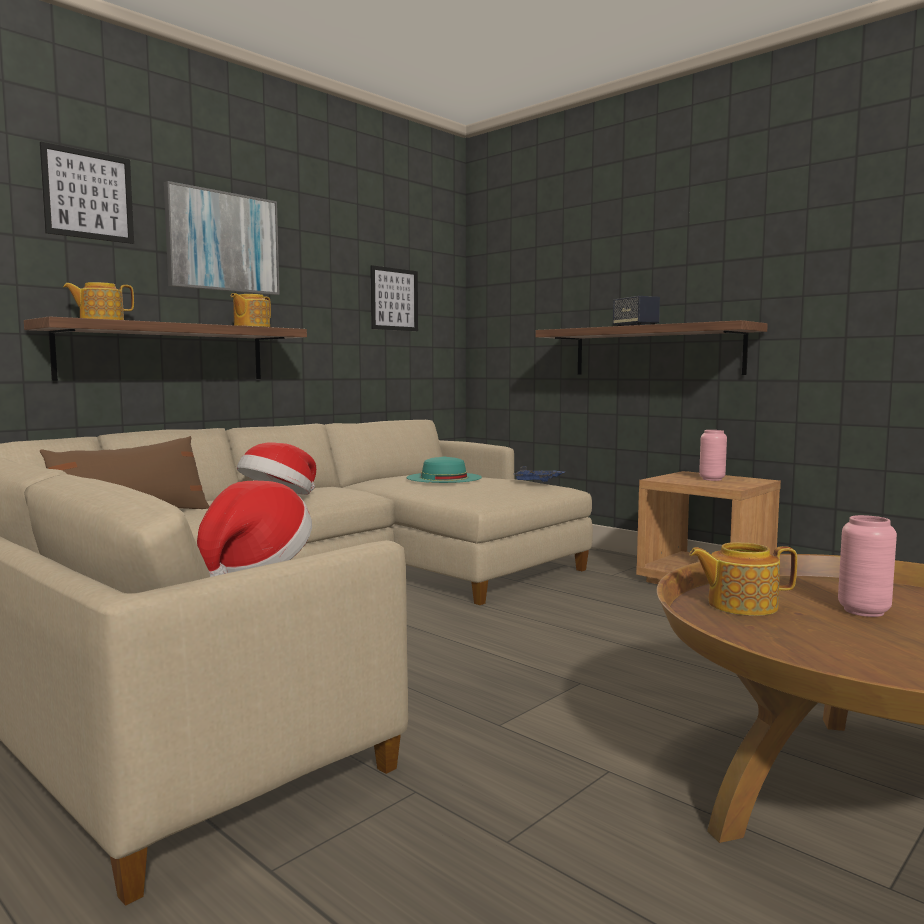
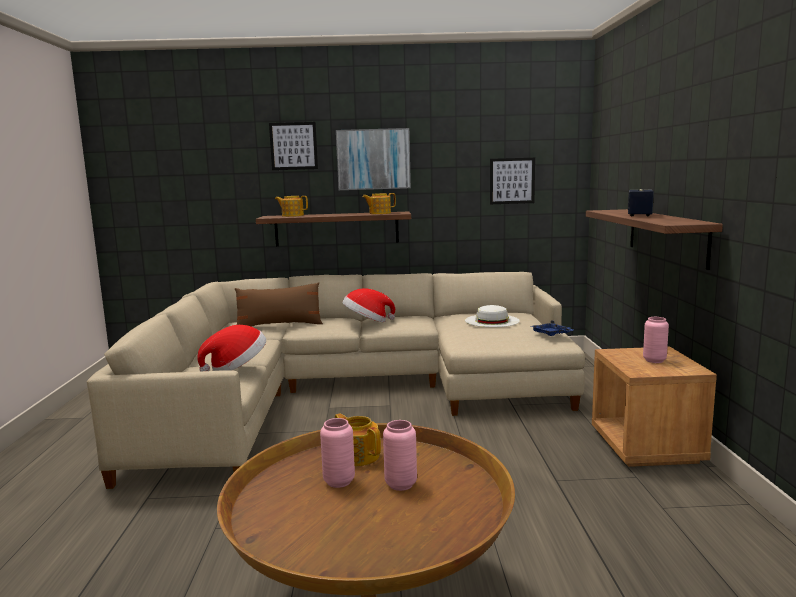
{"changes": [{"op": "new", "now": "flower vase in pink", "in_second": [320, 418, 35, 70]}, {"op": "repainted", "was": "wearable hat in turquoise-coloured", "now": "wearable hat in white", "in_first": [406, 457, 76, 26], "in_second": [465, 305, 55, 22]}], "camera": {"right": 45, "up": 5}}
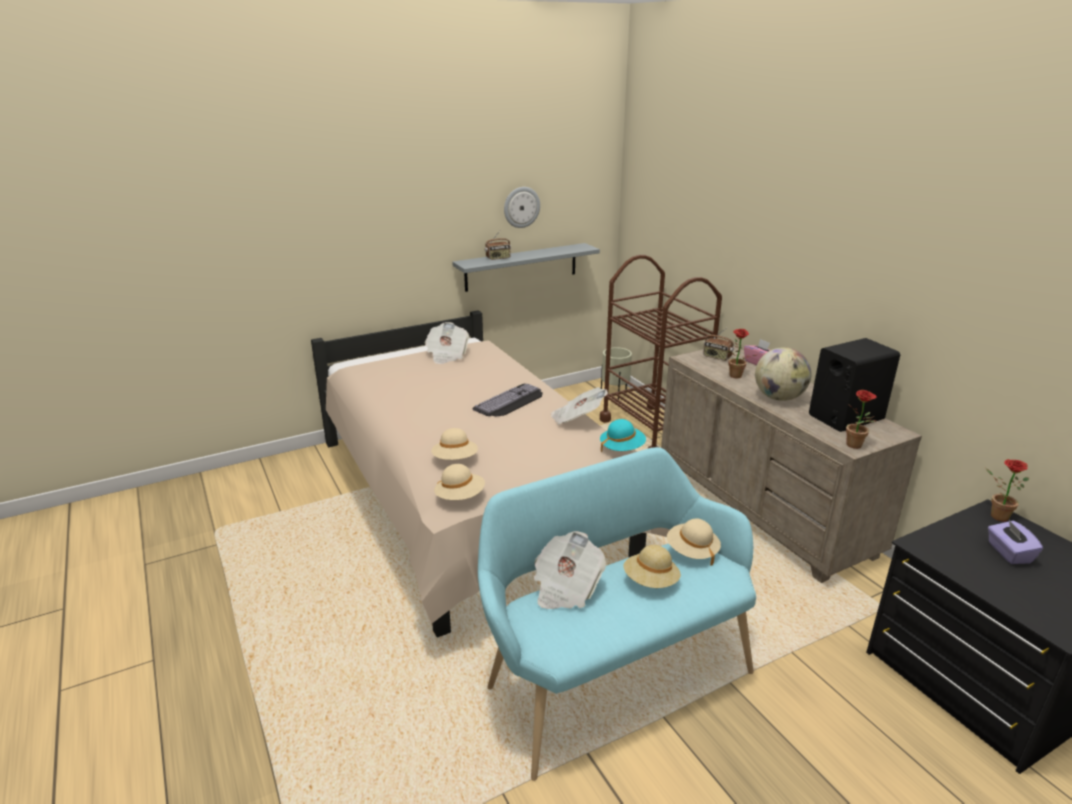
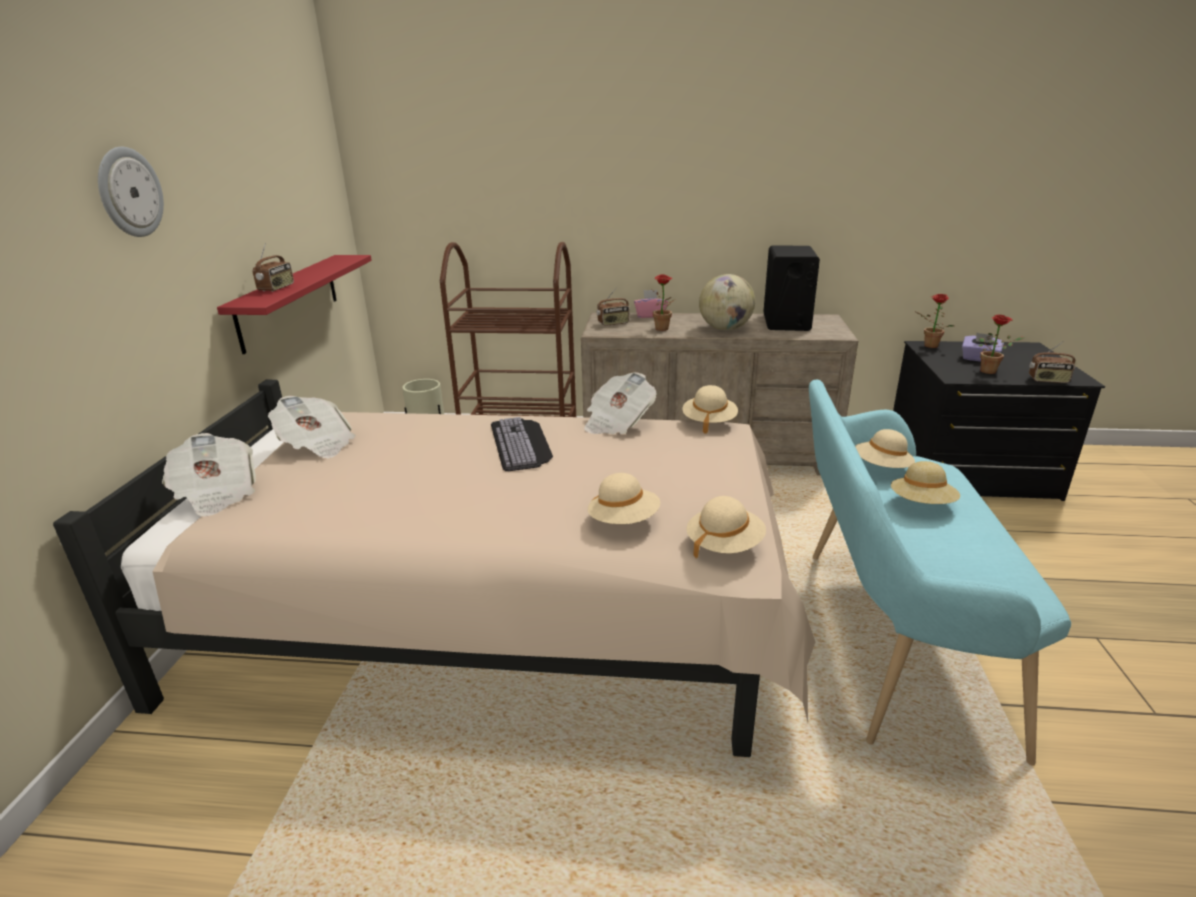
{"changes": [{"op": "new", "now": "radio receiver", "in_second": [1029, 341, 46, 42]}, {"op": "shifted", "was": "wall clock", "in_first": [504, 187, 36, 41], "in_second": [98, 147, 66, 90]}, {"op": "shifted", "was": "printed paper", "in_first": [534, 531, 72, 78], "in_second": [162, 433, 94, 84]}, {"op": "shifted", "was": "potted plant", "in_first": [846, 390, 31, 59], "in_second": [979, 315, 46, 59]}, {"op": "repainted", "was": "bracket shelf in grey", "now": "bracket shelf in red-coloured", "in_first": [452, 243, 148, 49], "in_second": [217, 255, 155, 99]}, {"op": "repainted", "was": "wearable hat in turquoise-coloured", "now": "wearable hat in beige", "in_first": [600, 419, 46, 34], "in_second": [682, 385, 56, 49]}], "camera": {"right": -55, "up": 0}}
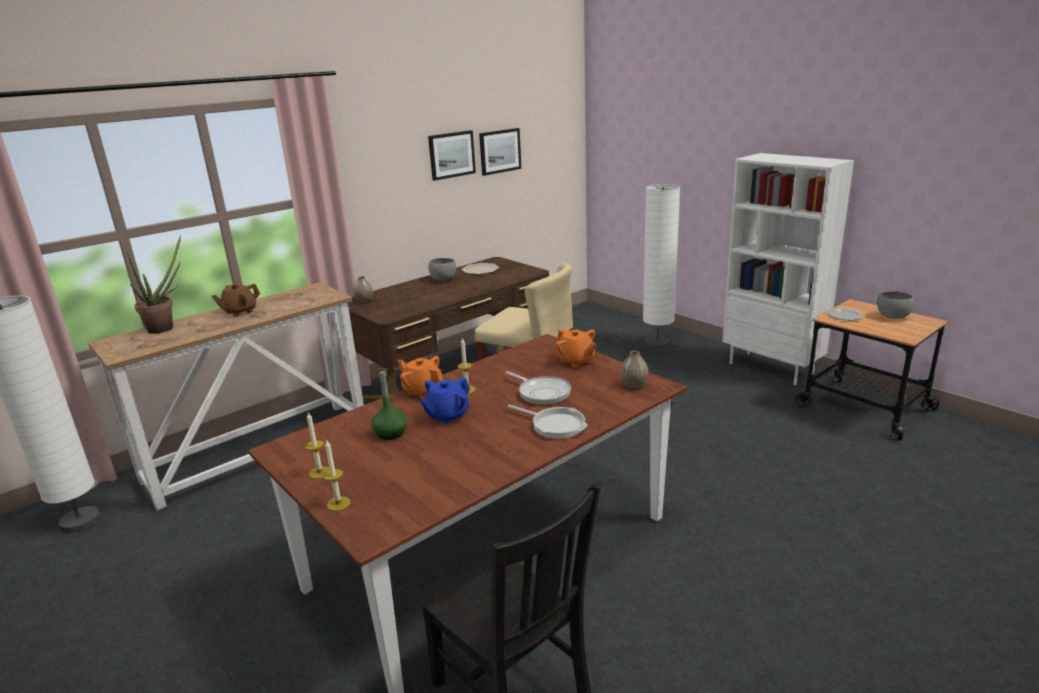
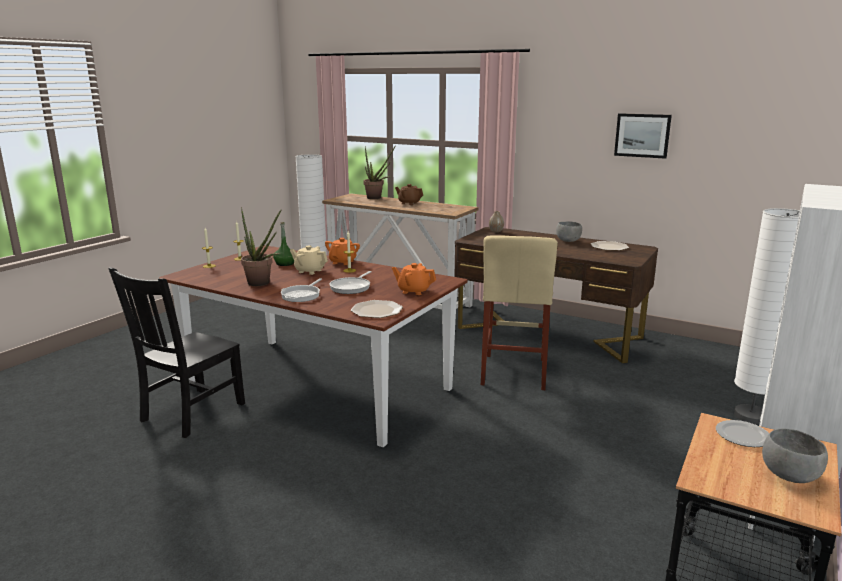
{"changes": [{"op": "gone", "was": "wall art", "in_first": [479, 128, 42, 48]}, {"op": "new", "now": "potted plant", "in_second": [241, 207, 41, 79]}, {"op": "swapped", "was": "flower vase", "now": "dinner plate", "in_first": [621, 351, 27, 37], "in_second": [351, 300, 52, 18]}, {"op": "repainted", "was": "teapot in blue-coloured", "now": "teapot in beige", "in_first": [420, 377, 50, 48], "in_second": [290, 246, 38, 29]}, {"op": "rotated", "was": "teapot in orange-coloured", "in_first": [556, 329, 40, 39], "in_second": [392, 263, 44, 32], "clockwise": 75}], "camera": {"right": 70, "up": -5}}
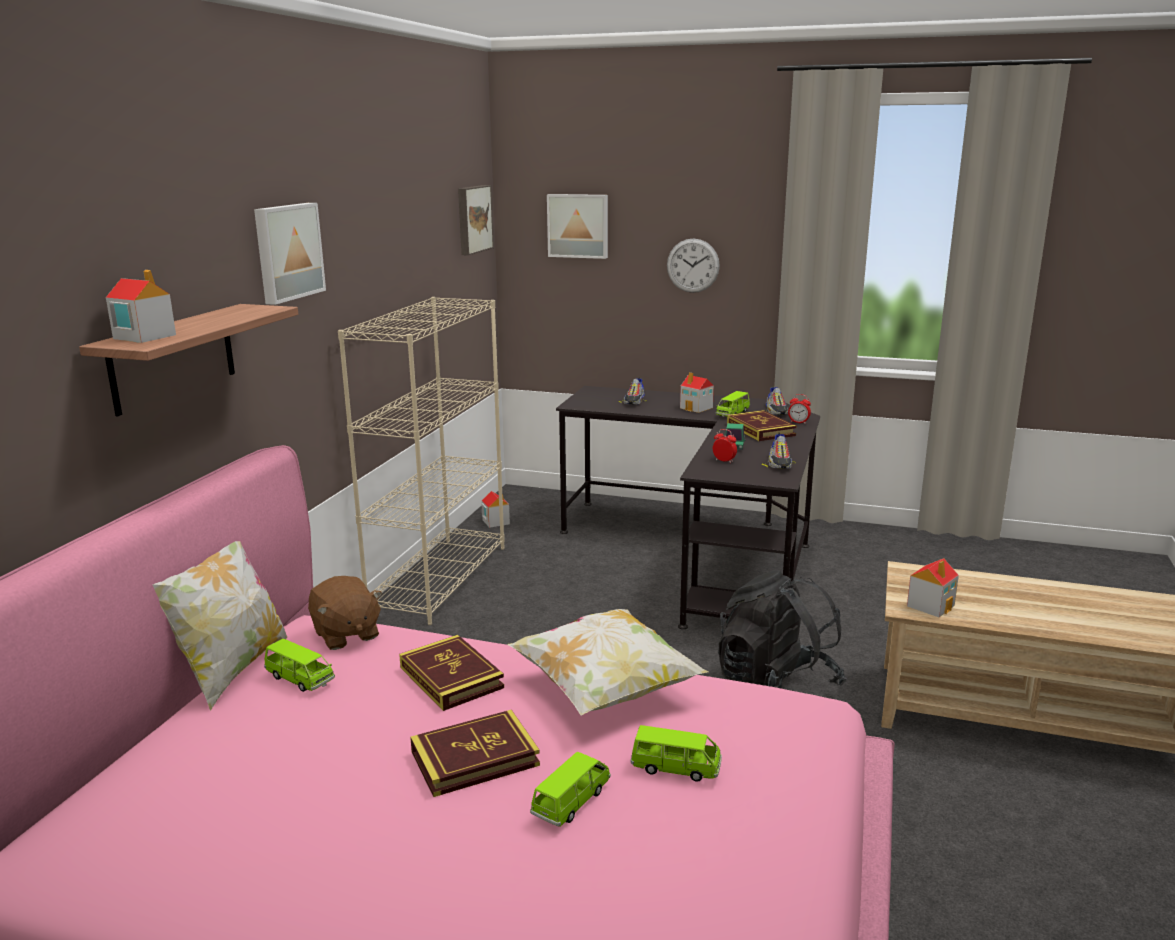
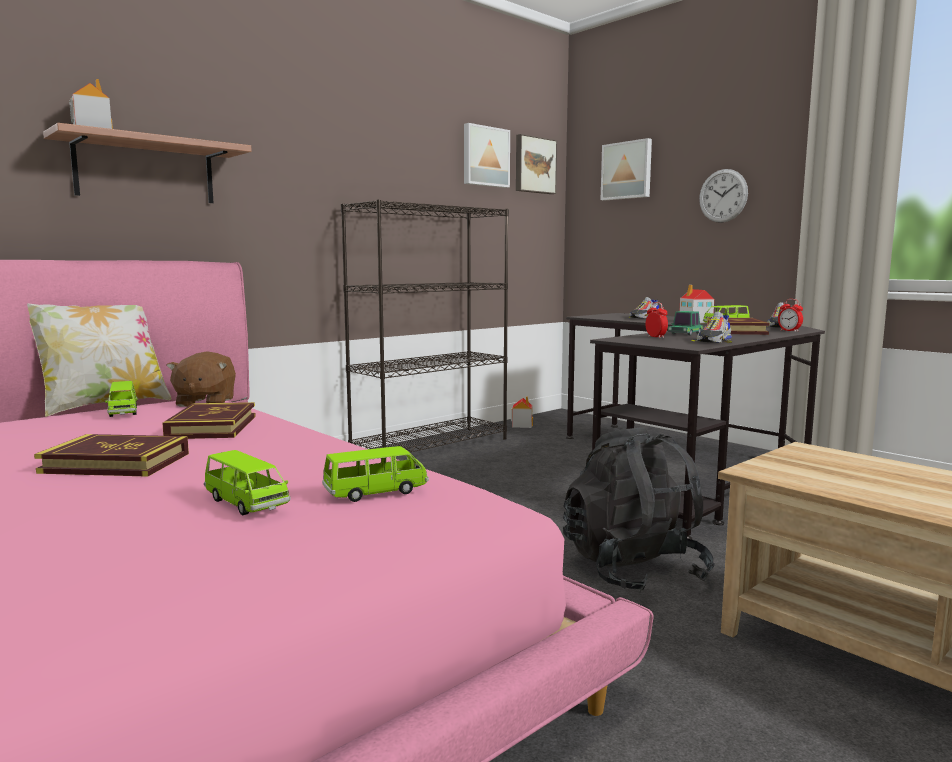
{"changes": [{"op": "gone", "was": "cushion", "in_first": [507, 609, 201, 106]}, {"op": "gone", "was": "model house", "in_first": [907, 558, 52, 59]}, {"op": "shifted", "was": "wall art", "in_first": [254, 203, 72, 102], "in_second": [464, 123, 46, 65]}, {"op": "shifted", "was": "miniature car in green-coloured", "in_first": [530, 752, 81, 75], "in_second": [322, 446, 107, 56]}, {"op": "repainted", "was": "bookshelf in beige", "now": "bookshelf in black", "in_first": [338, 297, 167, 328], "in_second": [341, 200, 168, 253]}], "camera": {"right": 30, "up": -10}}
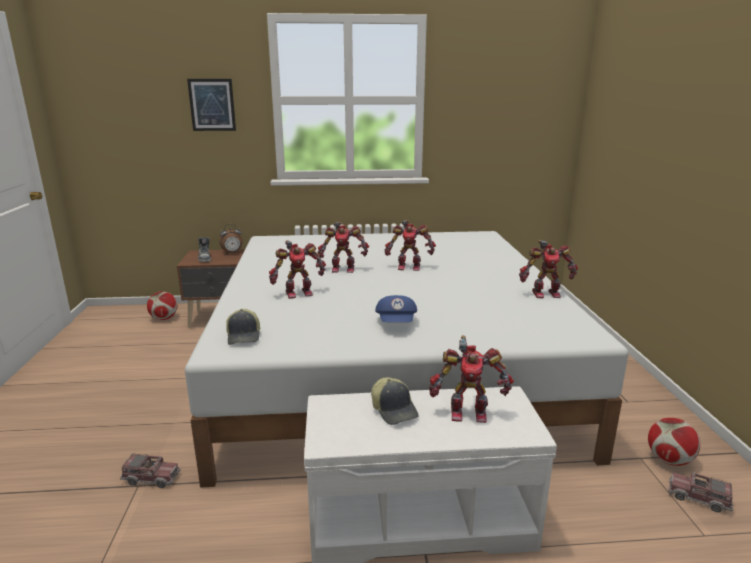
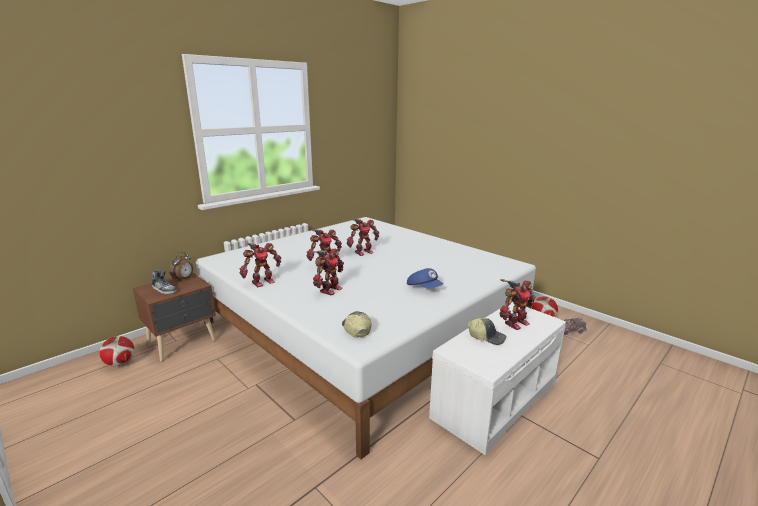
{"changes": [{"op": "gone", "was": "toy lorry", "in_first": [120, 454, 60, 34]}, {"op": "gone", "was": "wall art", "in_first": [187, 79, 49, 52]}, {"op": "shifted", "was": "toy robot", "in_first": [519, 240, 59, 58], "in_second": [239, 243, 42, 44]}, {"op": "rotated", "was": "cap", "in_first": [227, 309, 33, 36], "in_second": [342, 311, 30, 27], "clockwise": -150}], "camera": {"right": -40, "up": 0}}
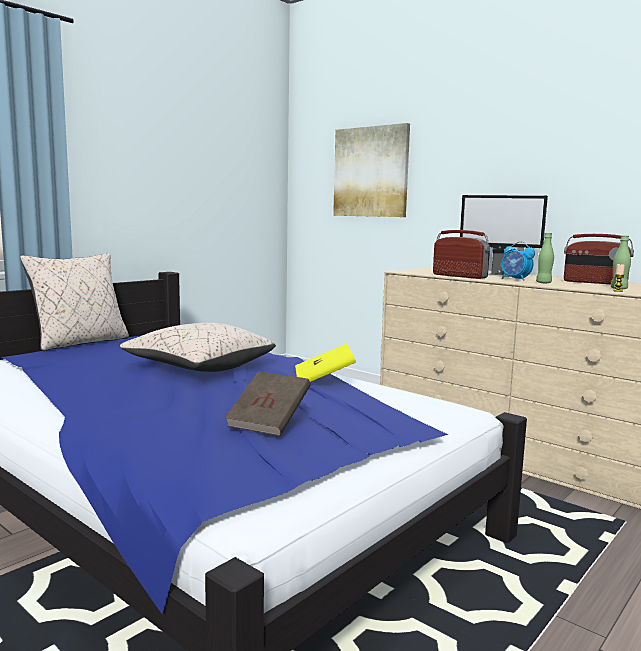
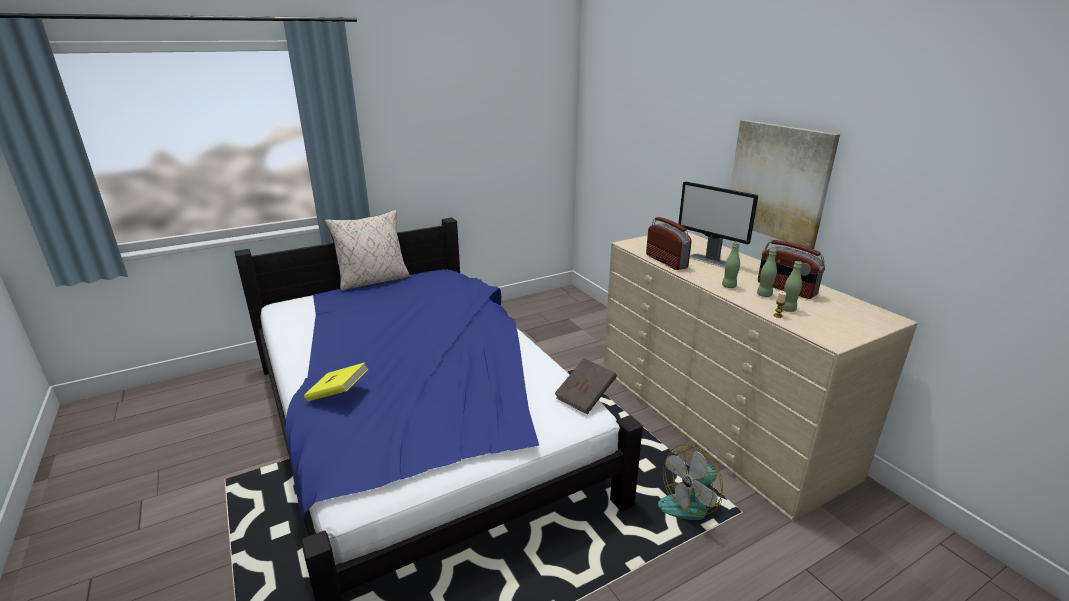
{"changes": [{"op": "gone", "was": "cushion in beige", "in_first": [120, 323, 156, 49]}, {"op": "gone", "was": "table clock", "in_first": [501, 241, 34, 40]}, {"op": "new", "now": "fan", "in_second": [658, 444, 65, 76]}, {"op": "new", "now": "bottle in green-coloured", "in_second": [757, 249, 20, 48]}, {"op": "shifted", "was": "bound book in brown-coloured", "in_first": [225, 371, 86, 65], "in_second": [554, 358, 63, 56]}, {"op": "shifted", "was": "bound book in yellowish", "in_first": [295, 344, 61, 38], "in_second": [304, 362, 64, 39]}, {"op": "shifted", "was": "wall art", "in_first": [333, 123, 77, 94], "in_second": [730, 120, 110, 129]}], "camera": {"right": 20, "up": 15}}
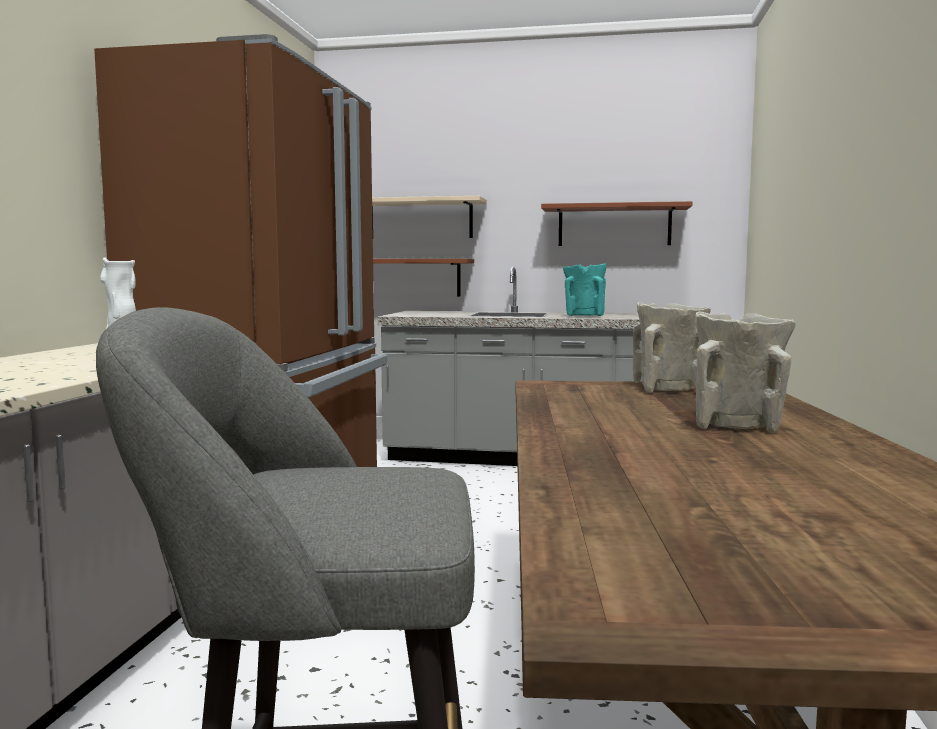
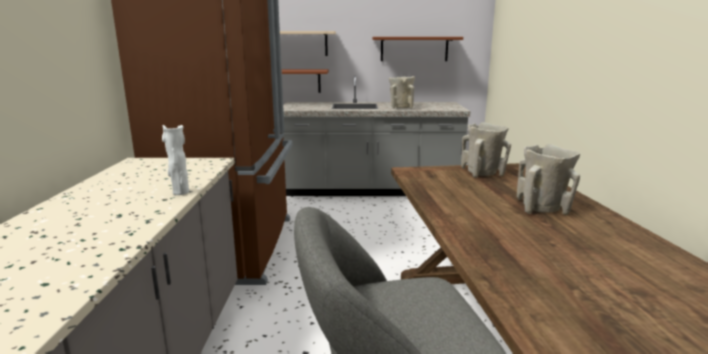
{"changes": [{"op": "repainted", "was": "flower vase in turquoise-coloured", "now": "flower vase in beige", "in_first": [563, 263, 43, 53], "in_second": [389, 76, 26, 33]}], "camera": {"right": -10, "up": 10}}
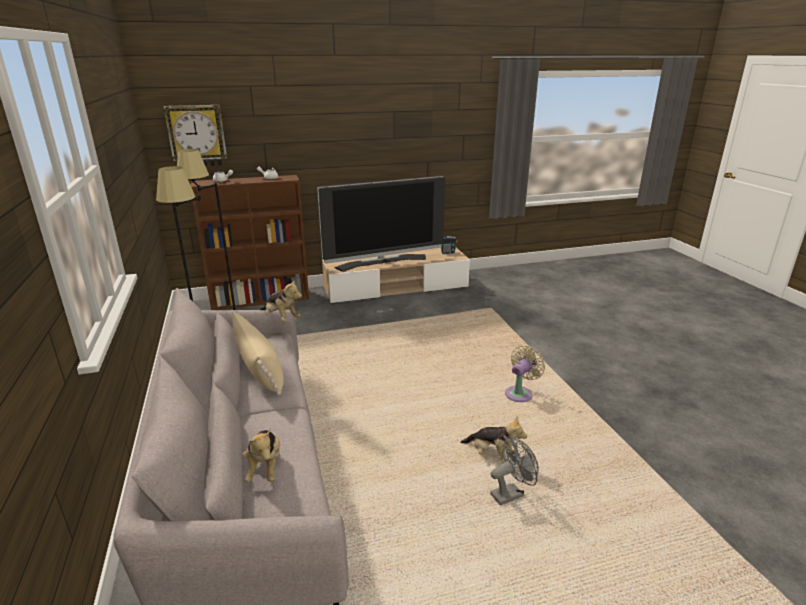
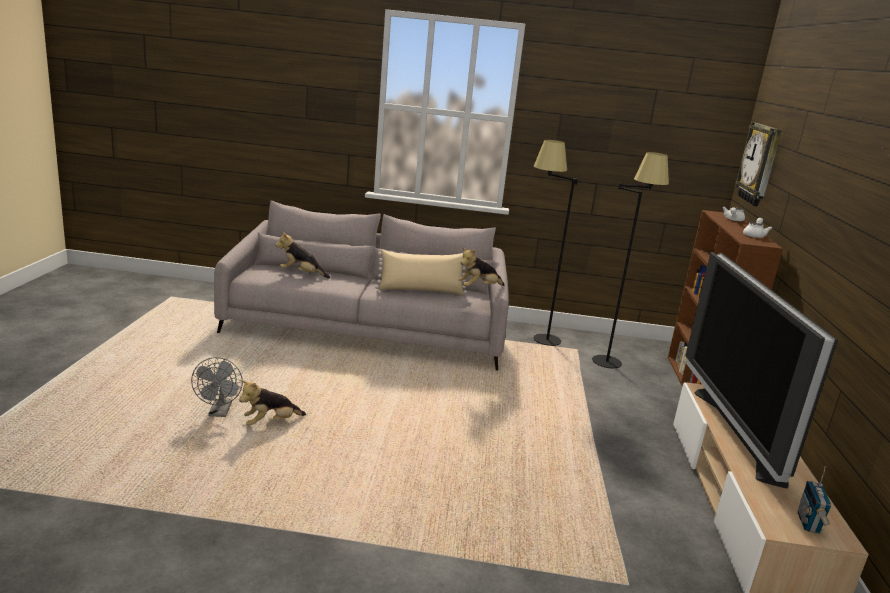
{"changes": [{"op": "gone", "was": "fan in beige", "in_first": [505, 345, 40, 57]}], "camera": {"right": 110, "up": -5}}
